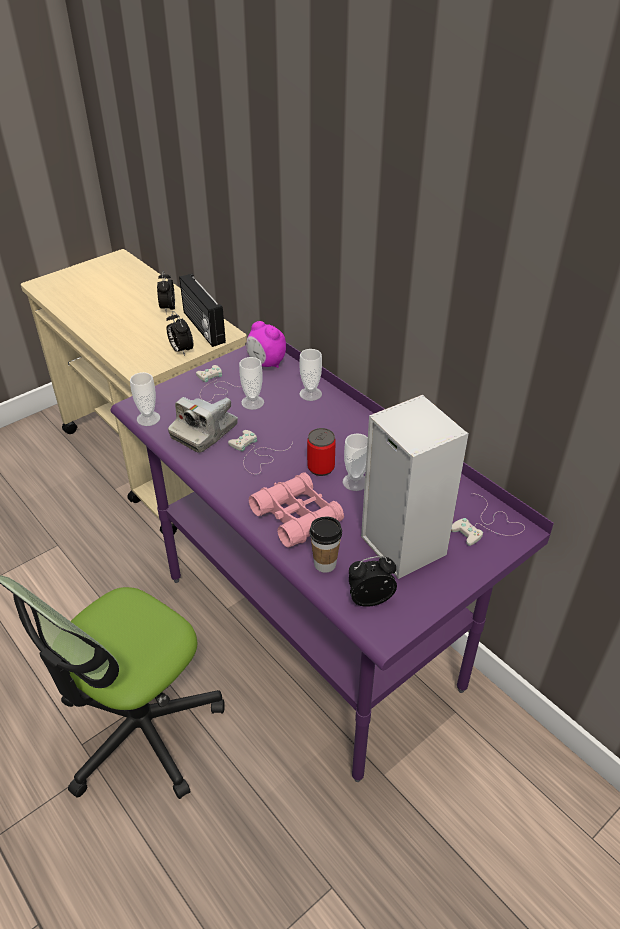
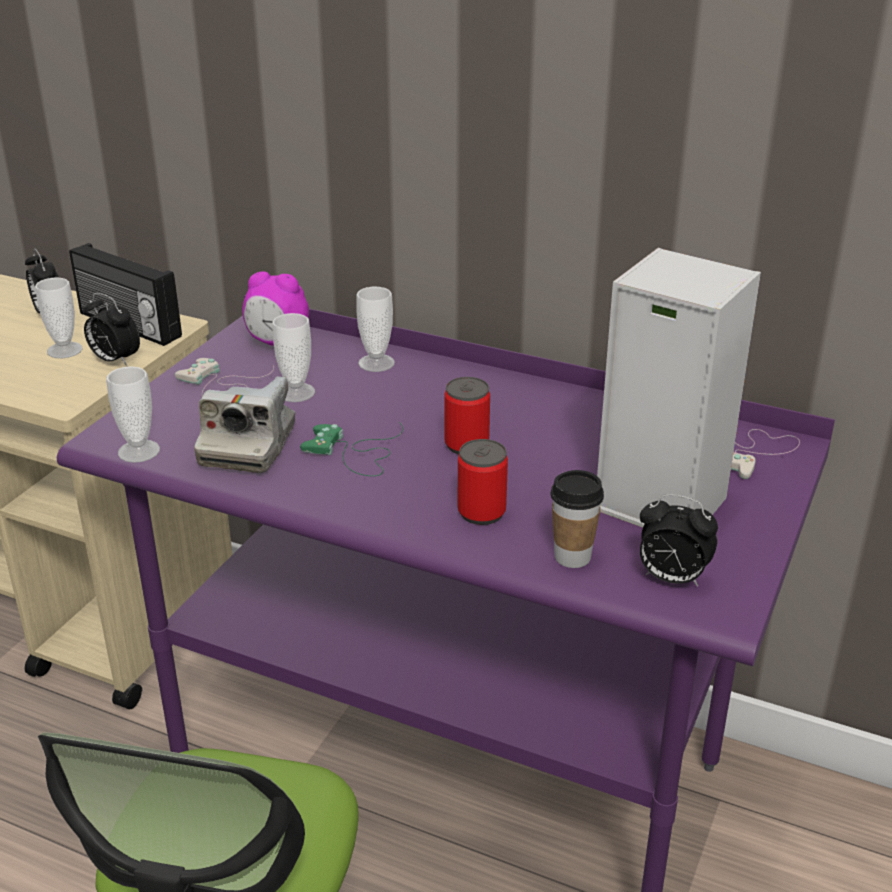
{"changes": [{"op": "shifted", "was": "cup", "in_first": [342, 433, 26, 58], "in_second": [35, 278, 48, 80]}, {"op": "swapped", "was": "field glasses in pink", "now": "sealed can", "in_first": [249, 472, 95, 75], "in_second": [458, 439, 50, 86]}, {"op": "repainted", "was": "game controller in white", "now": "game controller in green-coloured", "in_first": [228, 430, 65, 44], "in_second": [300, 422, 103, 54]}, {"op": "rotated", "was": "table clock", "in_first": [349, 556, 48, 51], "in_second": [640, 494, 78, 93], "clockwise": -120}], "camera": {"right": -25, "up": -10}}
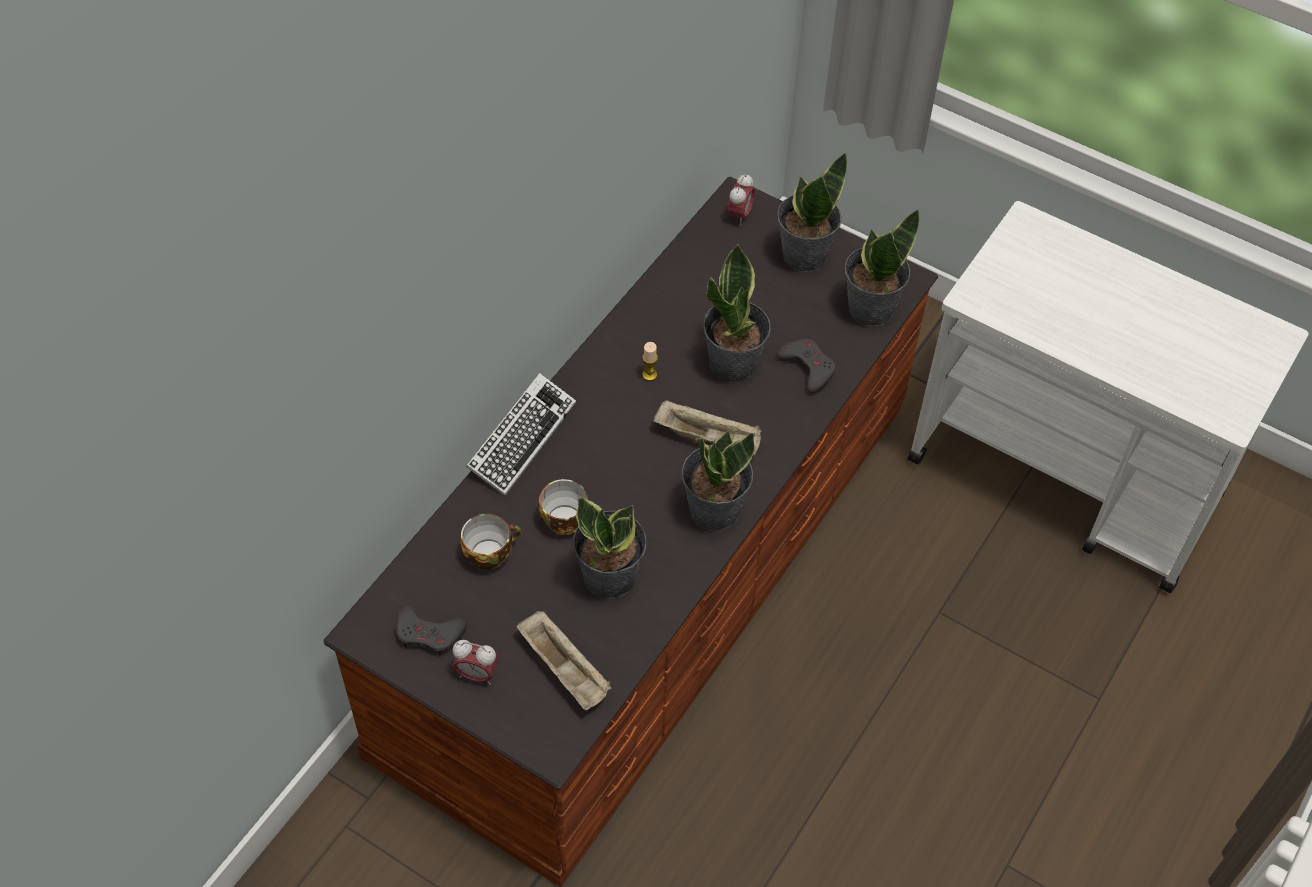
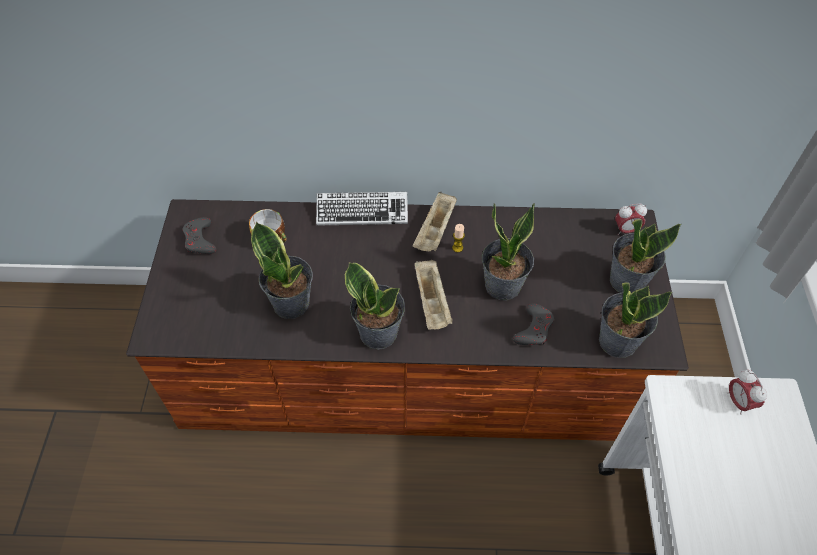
{"changes": [{"op": "gone", "was": "cup", "in_first": [538, 479, 50, 56]}, {"op": "shifted", "was": "table clock", "in_first": [453, 640, 46, 45], "in_second": [727, 370, 40, 45]}, {"op": "shifted", "was": "carrying tray in beige", "in_first": [516, 611, 95, 100], "in_second": [413, 191, 44, 60]}], "camera": {"right": 60, "up": 0}}
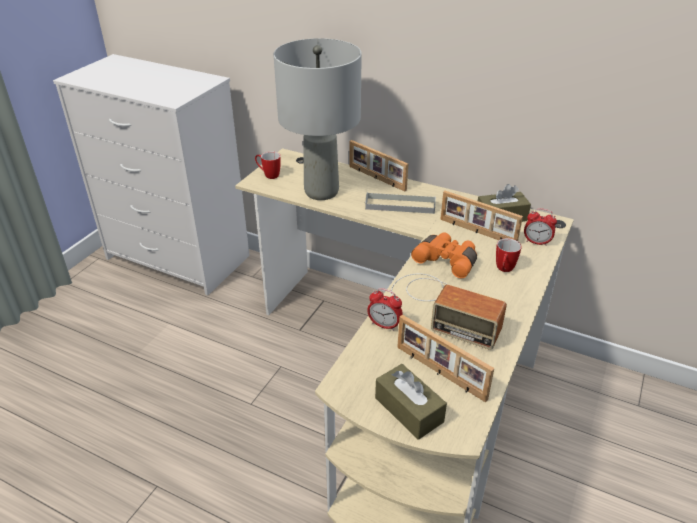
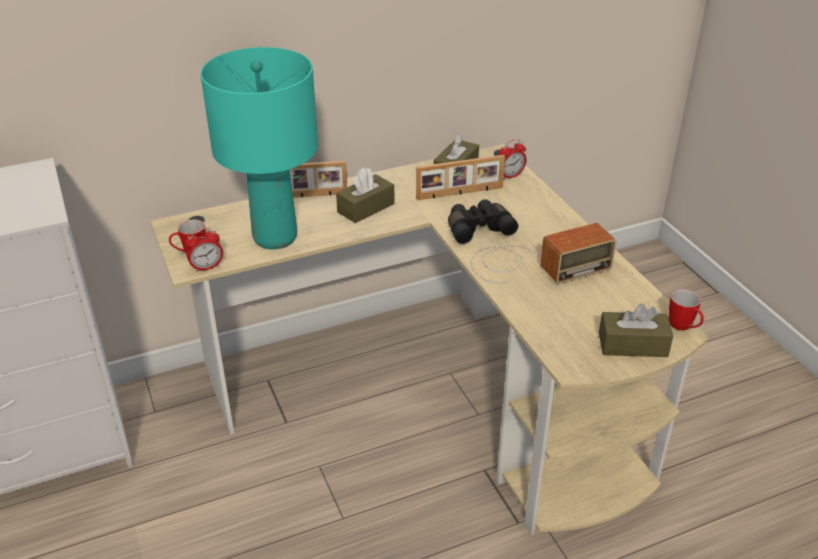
{"changes": [{"op": "gone", "was": "picture frame", "in_first": [397, 315, 97, 87]}, {"op": "shifted", "was": "table clock", "in_first": [367, 288, 36, 43], "in_second": [185, 227, 38, 45]}, {"op": "shifted", "was": "tea mug", "in_first": [496, 238, 26, 34], "in_second": [669, 289, 35, 41]}, {"op": "swapped", "was": "carrying tray in grey", "now": "box of tissues in brown-coloured", "in_first": [365, 192, 71, 22], "in_second": [336, 167, 59, 56]}, {"op": "repainted", "was": "lamp for a table in grey", "now": "lamp for a table in turquoise-coloured", "in_first": [273, 38, 89, 162], "in_second": [200, 47, 118, 203]}, {"op": "repainted", "was": "field glasses in orange-coloured", "now": "field glasses in black", "in_first": [411, 233, 66, 45], "in_second": [448, 199, 70, 45]}], "camera": {"right": -50, "up": 0}}
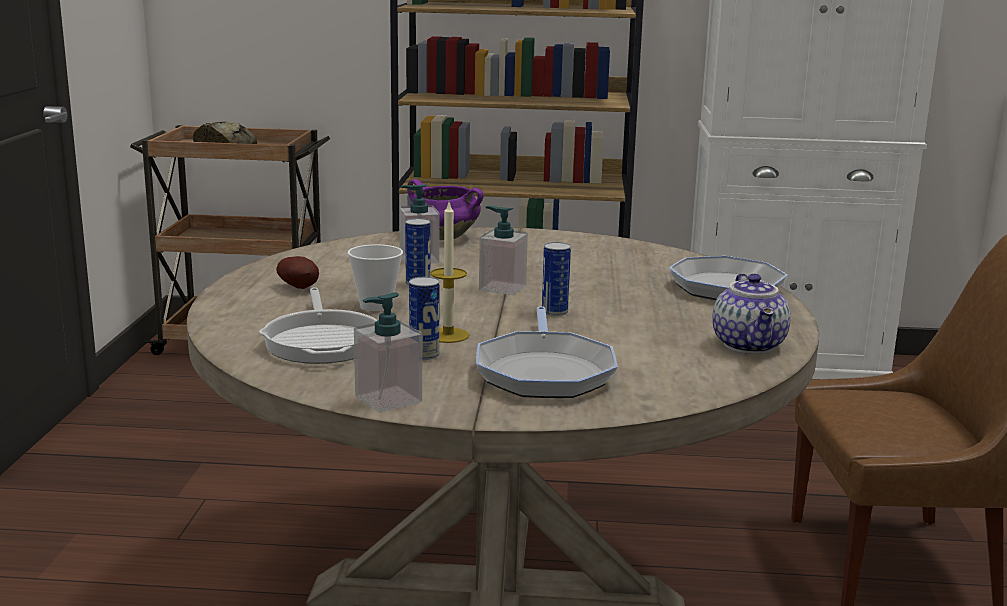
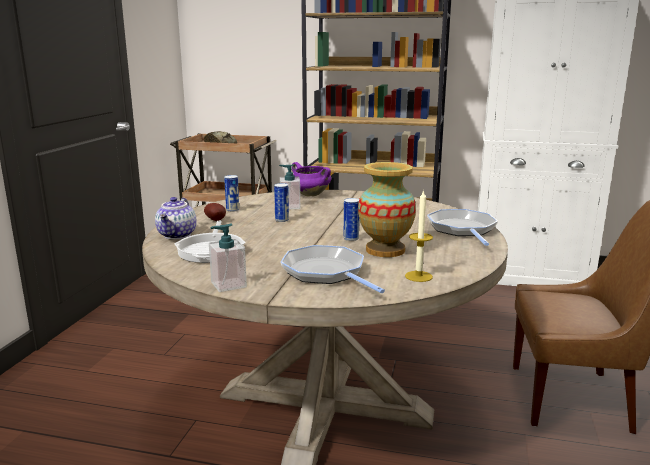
{"changes": [{"op": "gone", "was": "cup", "in_first": [348, 244, 55, 67]}, {"op": "gone", "was": "soap bottle", "in_first": [479, 206, 49, 89]}, {"op": "new", "now": "flower vase", "in_second": [358, 162, 58, 95]}, {"op": "shifted", "was": "sealed can", "in_first": [409, 277, 30, 83], "in_second": [224, 175, 15, 37]}, {"op": "shifted", "was": "wax light", "in_first": [430, 203, 40, 140], "in_second": [405, 190, 28, 92]}, {"op": "shifted", "was": "teapot", "in_first": [712, 273, 79, 81], "in_second": [155, 197, 42, 42]}, {"op": "rotated", "was": "skillet", "in_first": [476, 306, 141, 92], "in_second": [281, 245, 104, 48], "clockwise": 135}], "camera": {"right": 10, "up": 0}}
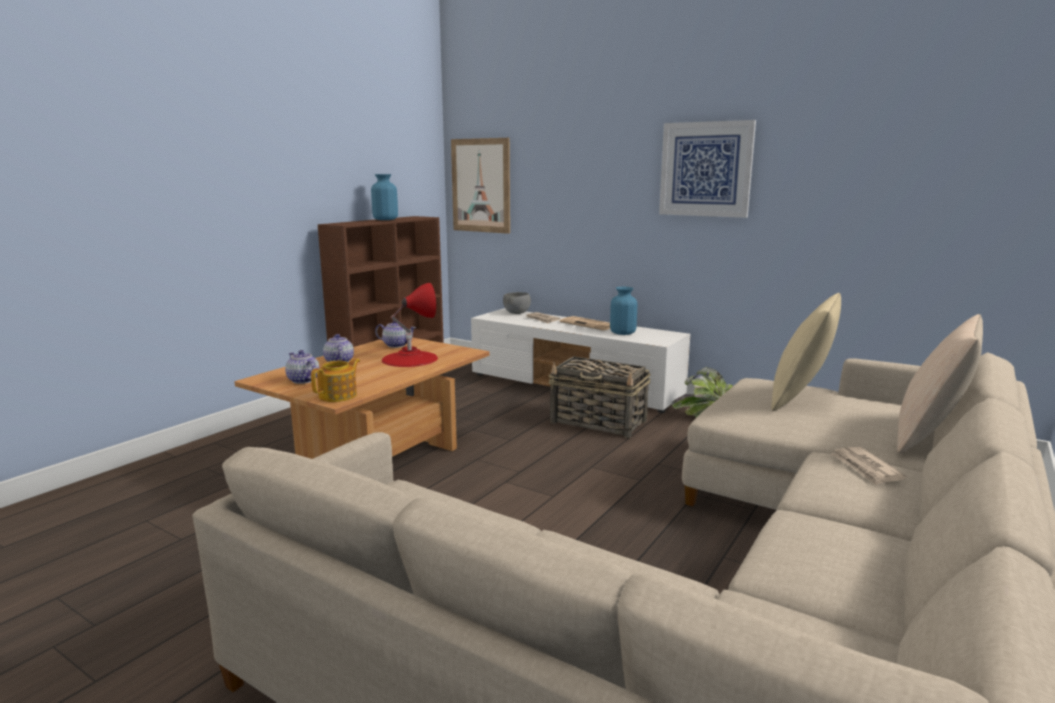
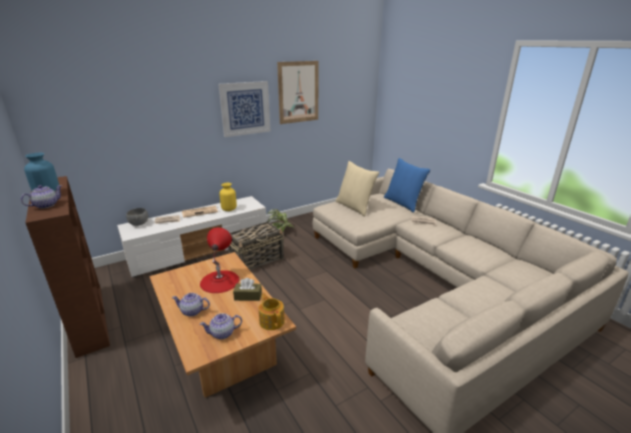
{"changes": [{"op": "new", "now": "box of tissues in brown-coloured", "in_second": [233, 278, 29, 23]}, {"op": "shifted", "was": "teapot", "in_first": [375, 320, 41, 28], "in_second": [21, 185, 41, 24]}, {"op": "shifted", "was": "wall art", "in_first": [451, 138, 59, 96], "in_second": [277, 61, 41, 63]}, {"op": "repainted", "was": "flower vase in blue-coloured", "now": "flower vase in yellowish", "in_first": [610, 287, 27, 48], "in_second": [219, 183, 18, 28]}, {"op": "repainted", "was": "cushion in beige", "now": "cushion in blue-coloured", "in_first": [897, 314, 86, 139], "in_second": [384, 158, 47, 55]}], "camera": {"right": -65, "up": 10}}
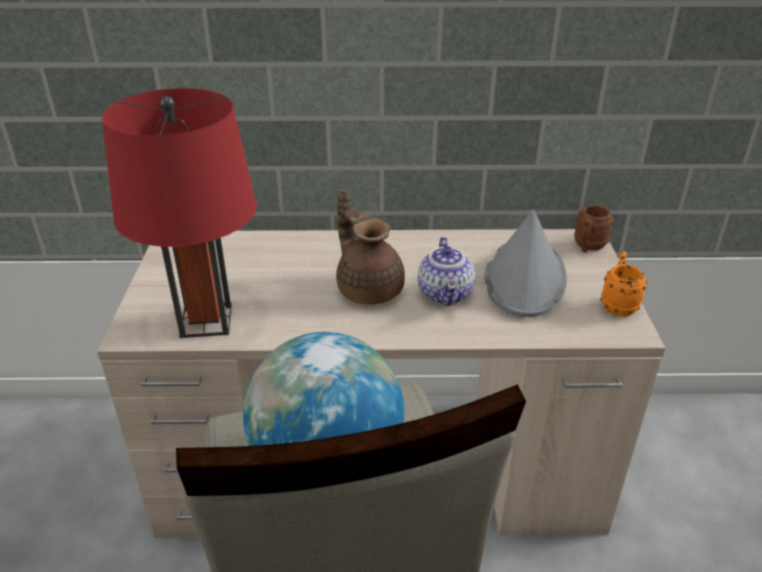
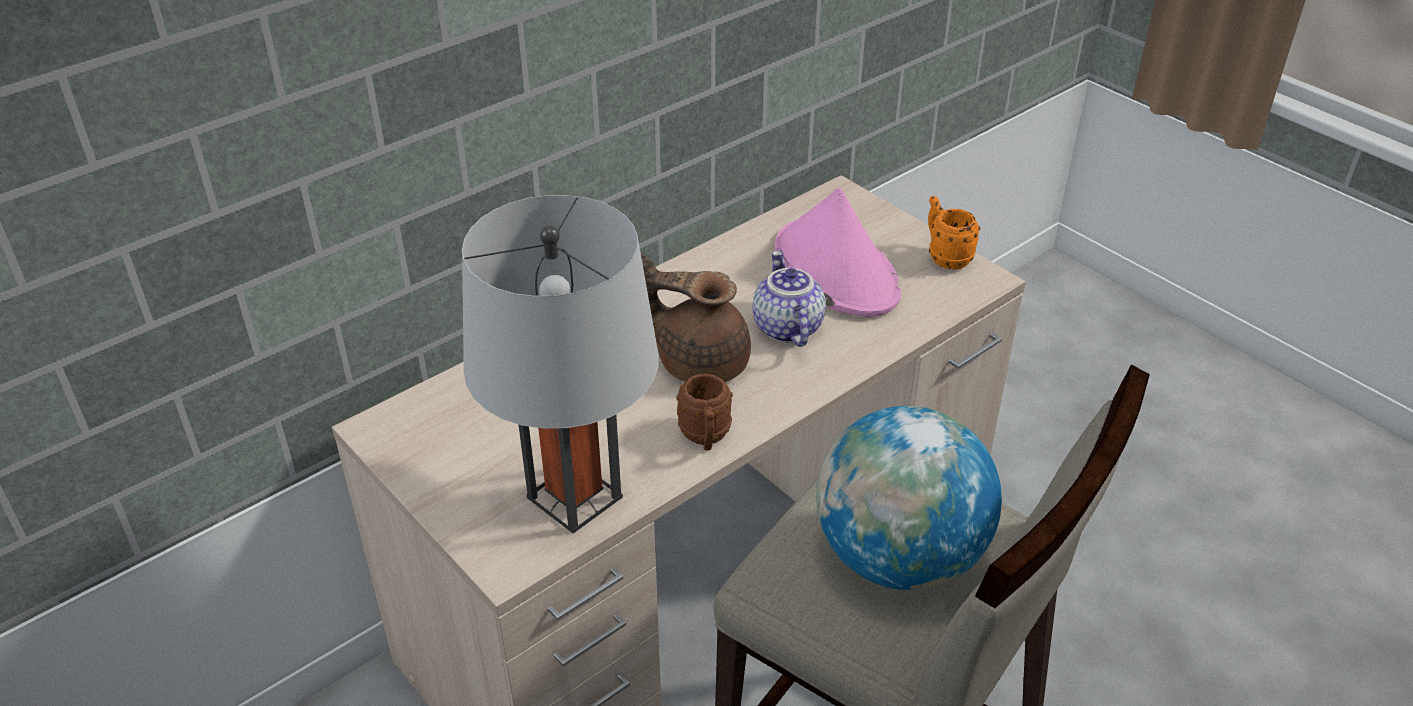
{"changes": [{"op": "shifted", "was": "tea mug in brown-coloured", "in_first": [574, 205, 39, 48], "in_second": [676, 374, 57, 76]}, {"op": "repainted", "was": "lamp for a table in red-coloured", "now": "lamp for a table in grey", "in_first": [102, 88, 155, 250], "in_second": [462, 195, 197, 339]}, {"op": "repainted", "was": "wearable hat in grey", "now": "wearable hat in pink", "in_first": [484, 210, 83, 107], "in_second": [775, 188, 126, 129]}, {"op": "rotated", "was": "teapot", "in_first": [418, 237, 57, 69], "in_second": [752, 251, 74, 96], "clockwise": -150}], "camera": {"right": -40, "up": 5}}
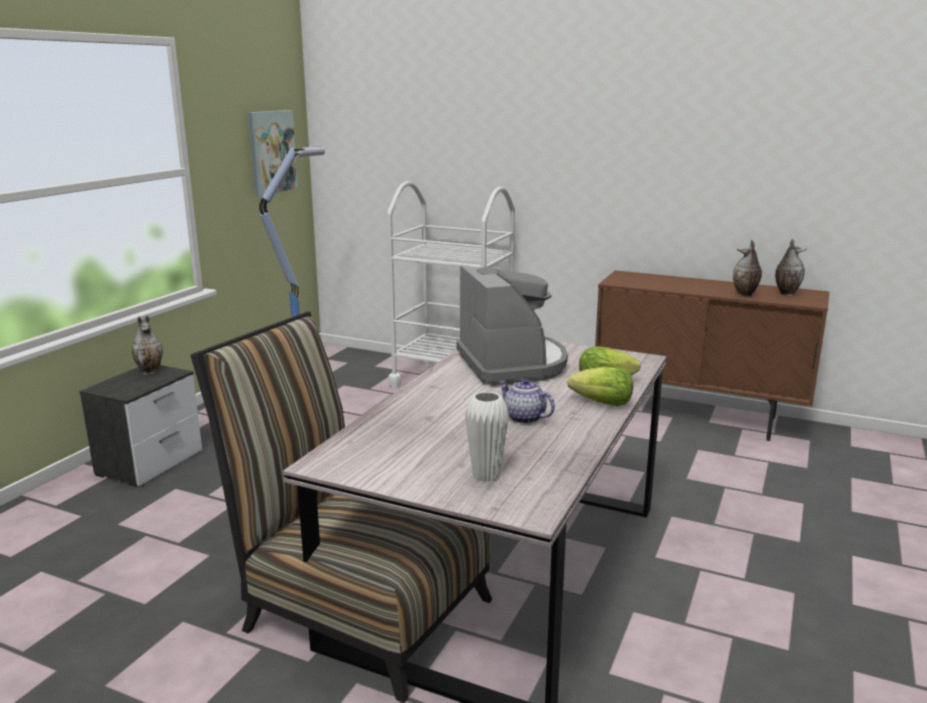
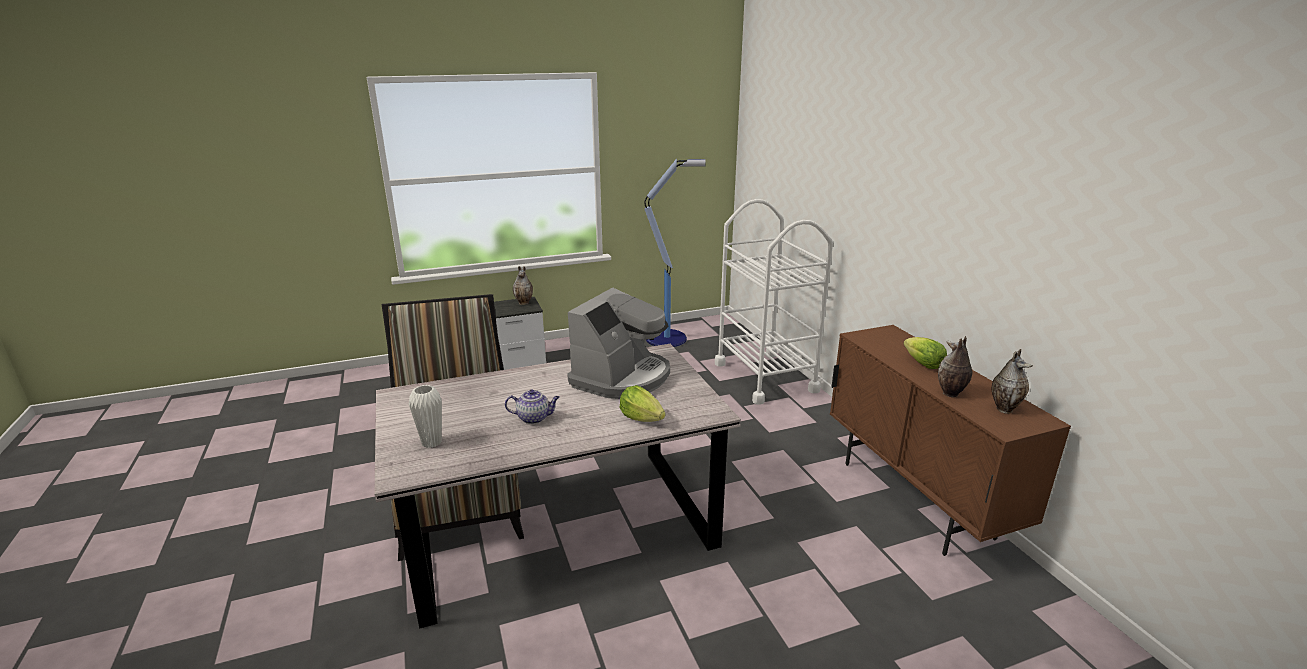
{"changes": [{"op": "gone", "was": "wall art", "in_first": [248, 110, 50, 86]}, {"op": "shifted", "was": "lettuce", "in_first": [567, 367, 66, 39], "in_second": [904, 337, 43, 32]}, {"op": "rotated", "was": "teapot", "in_first": [498, 379, 57, 45], "in_second": [505, 390, 55, 34], "clockwise": 90}], "camera": {"right": 45, "up": 5}}
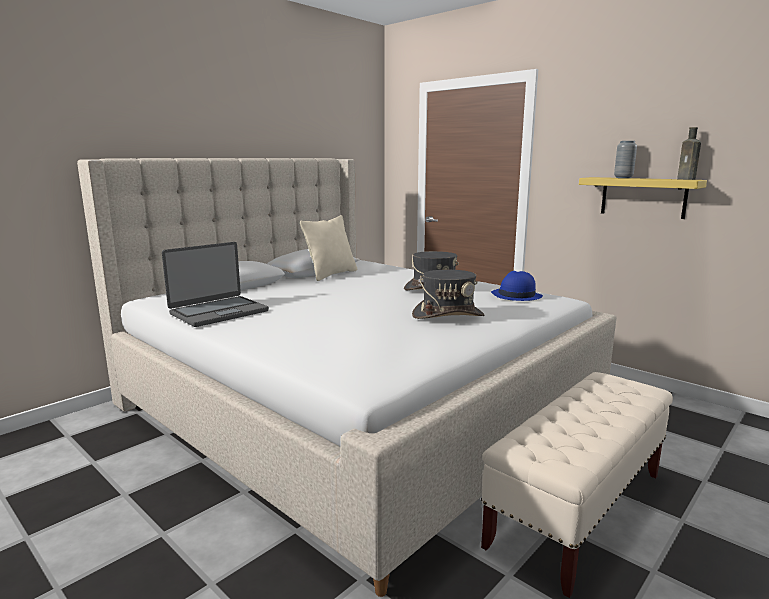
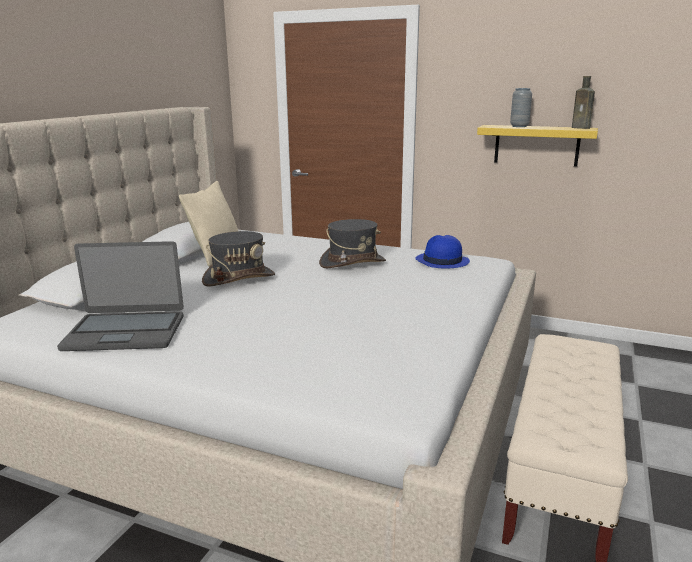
{"changes": [{"op": "shifted", "was": "wearable hat in grey", "in_first": [412, 270, 72, 49], "in_second": [202, 231, 73, 56]}, {"op": "rotated", "was": "laptop", "in_first": [162, 242, 107, 85], "in_second": [57, 241, 127, 110], "clockwise": 60}], "camera": {"right": -20, "up": 5}}
